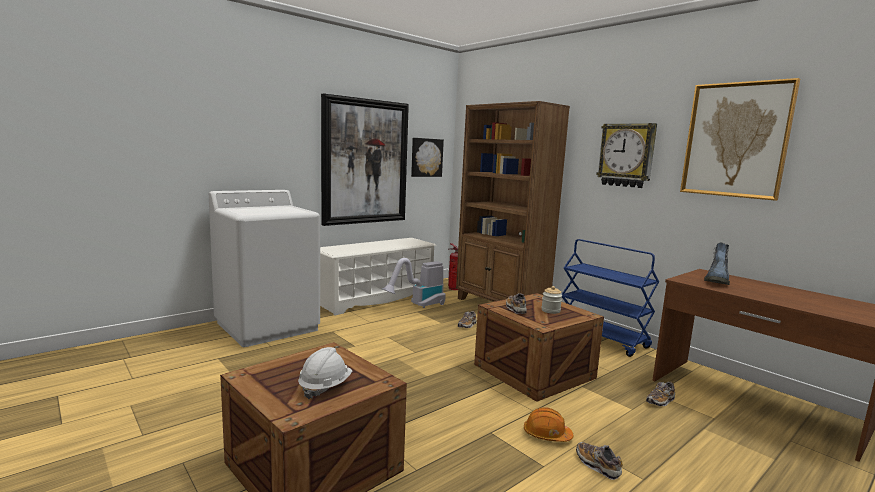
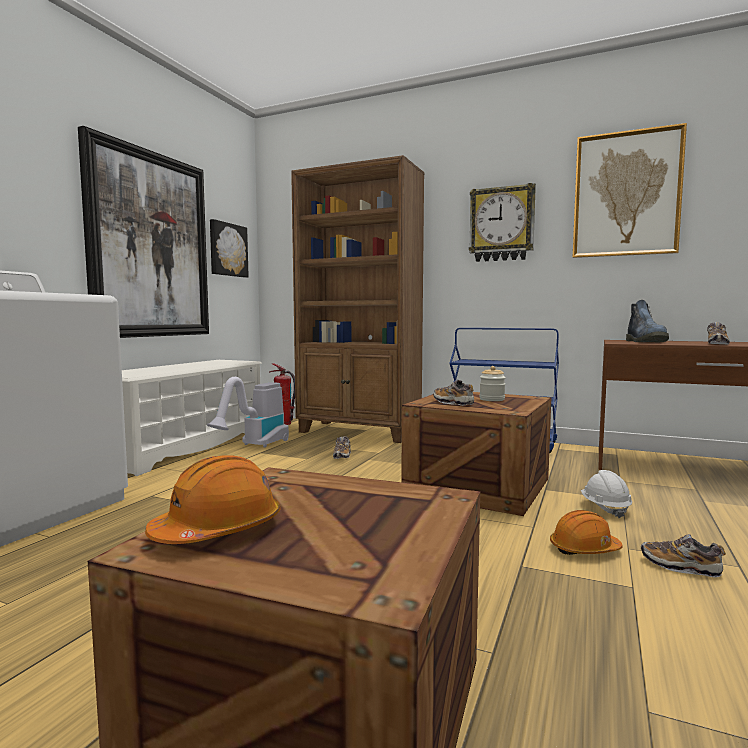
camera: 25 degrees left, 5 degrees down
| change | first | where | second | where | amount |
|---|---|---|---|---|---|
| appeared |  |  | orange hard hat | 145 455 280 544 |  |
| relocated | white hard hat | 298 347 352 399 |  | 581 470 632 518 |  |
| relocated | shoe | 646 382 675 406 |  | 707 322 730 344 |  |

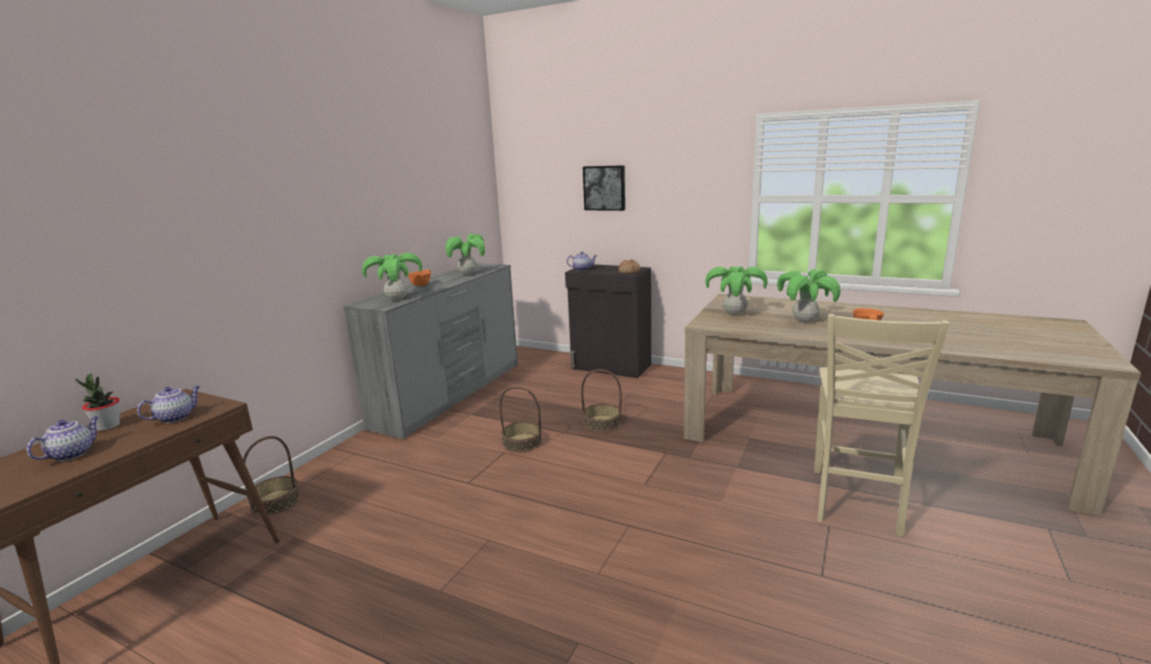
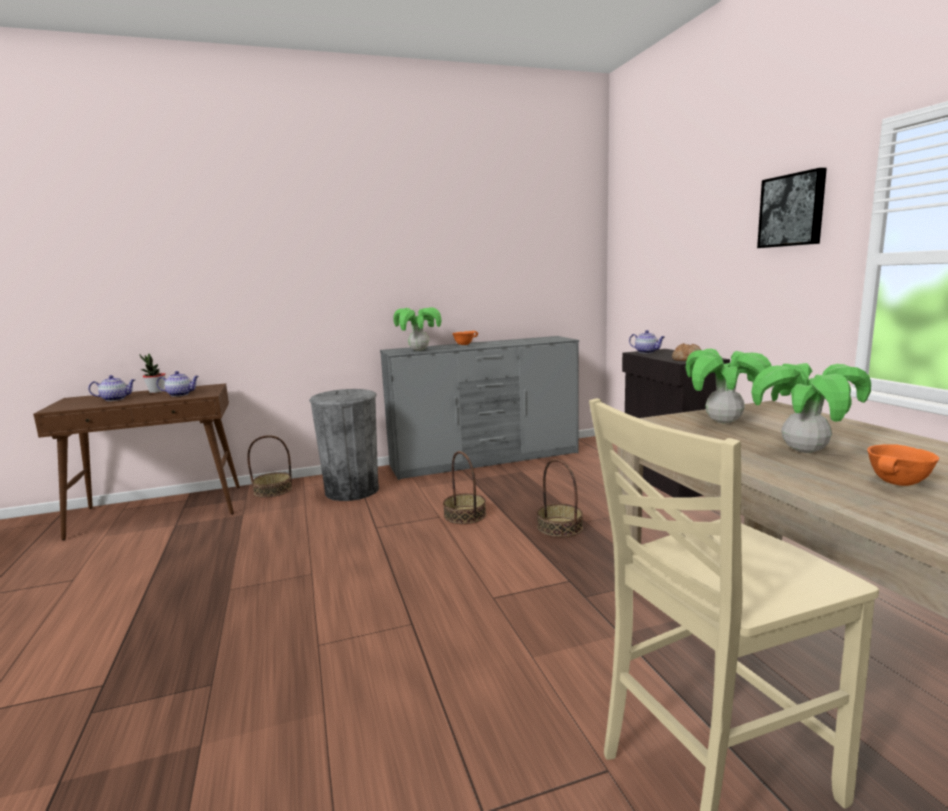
camera: 45 degrees right, 5 degrees down
| change | first | where | second | where | amount |
|---|---|---|---|---|---|
| missing | potted plant | 446 234 485 275 |  |  |  |
| appeared |  |  | grey trash can | 309 389 379 501 |  |
| relocated | picture | 583 165 625 211 |  | 757 168 827 248 |  |

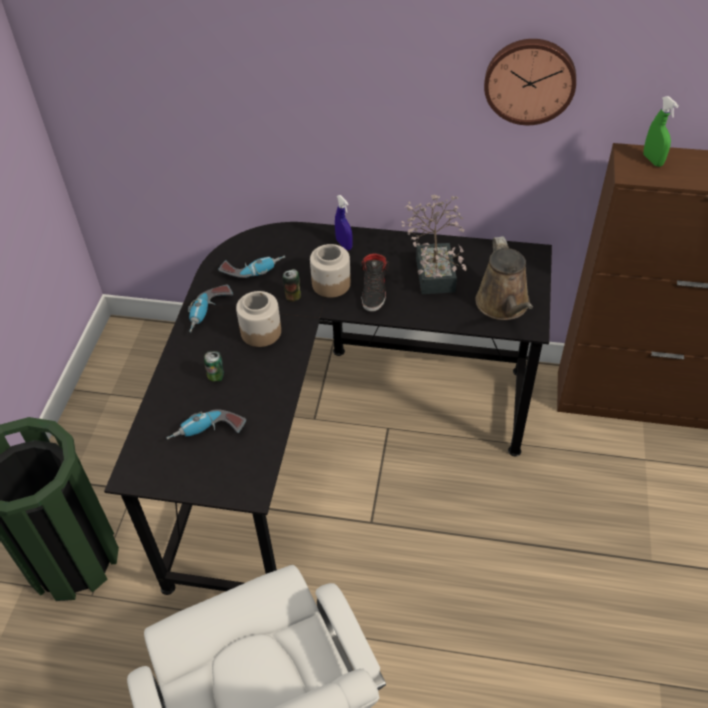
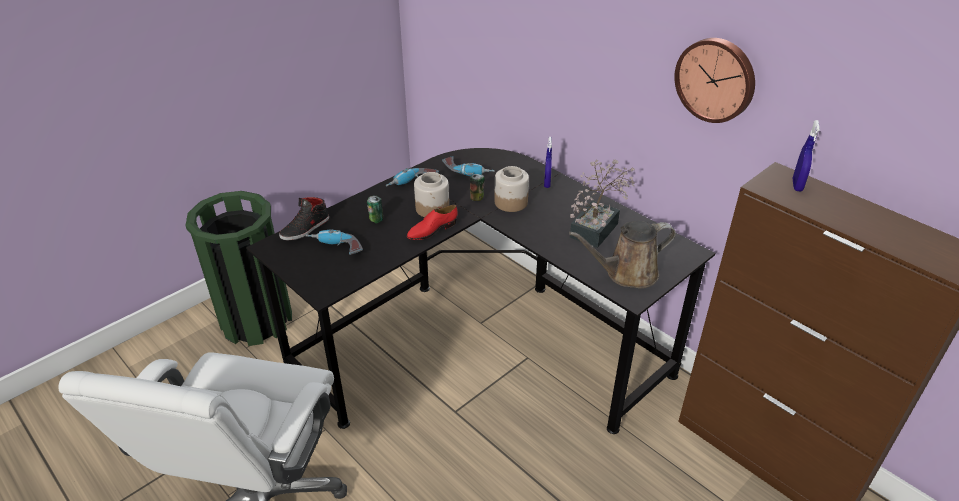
camera: 35 degrees right, 10 degrees down
| change | first | where | second | where | amount |
|---|---|---|---|---|---|
| appeared |  |  | red shoe | 407 205 458 240 |  |
| relocated | black shoe | 360 253 389 312 |  | 279 197 329 241 |  |
| colour | green spray bottle | 643 96 679 167 | blue spray bottle | 793 120 820 191 |  |
| spun | brown watering can | 475 236 533 320 |  | 569 221 676 288 | 45 degrees clockwise |

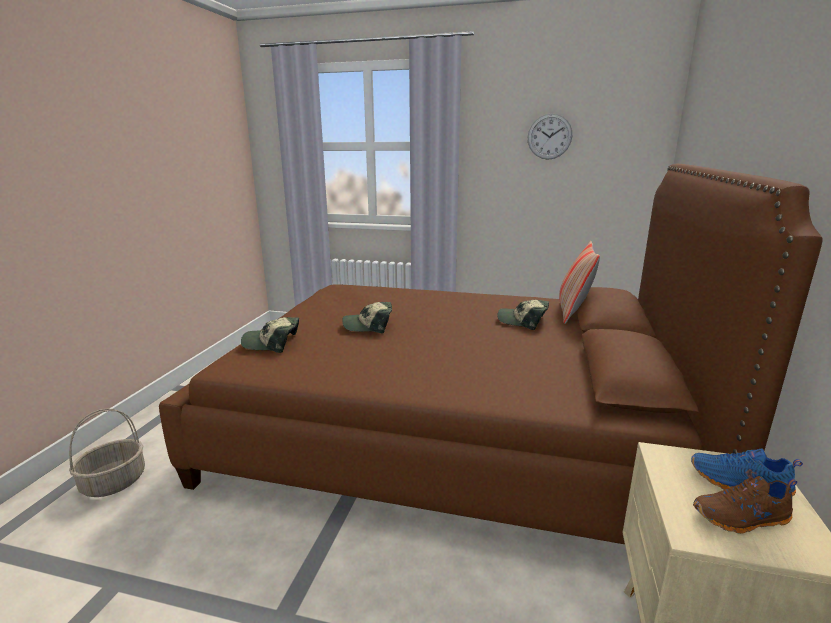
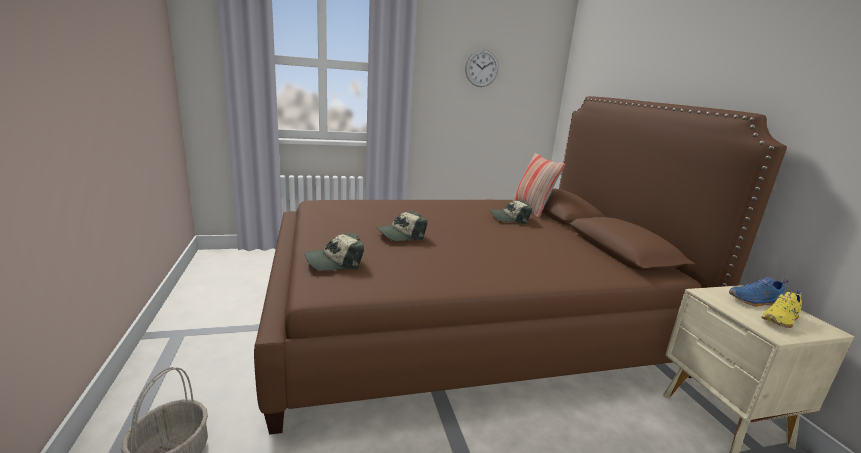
camera: 30 degrees left, 0 degrees up
| change | first | where | second | where | amount |
|---|---|---|---|---|---|
| colour | brown shoe | 693 476 797 534 | yellow shoe | 761 290 802 328 |  |

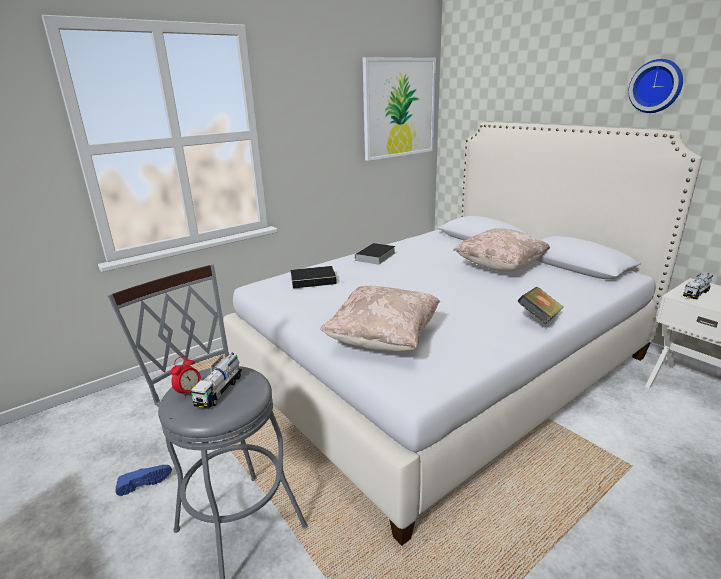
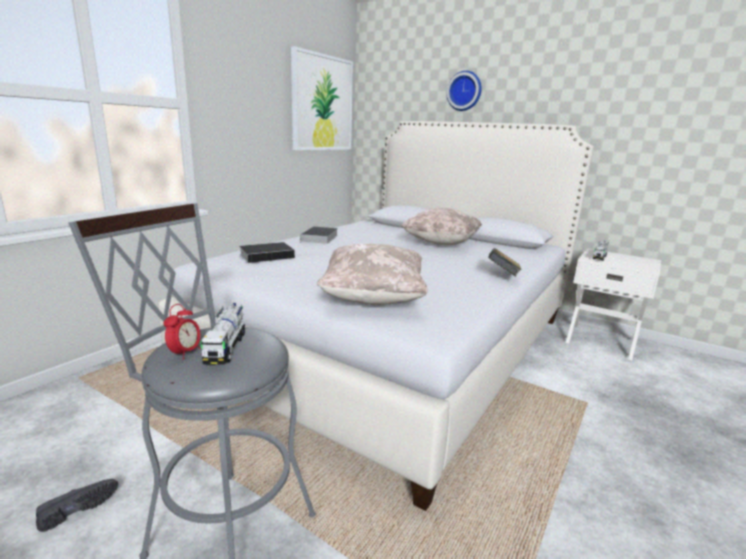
camera: 20 degrees left, 5 degrees down
| change | first | where | second | where | amount |
|---|---|---|---|---|---|
| relocated | wall clock | 628 59 683 113 |  | 446 71 482 111 |  |
| colour | blue shoe | 116 465 172 496 | black shoe | 36 479 118 532 |  |

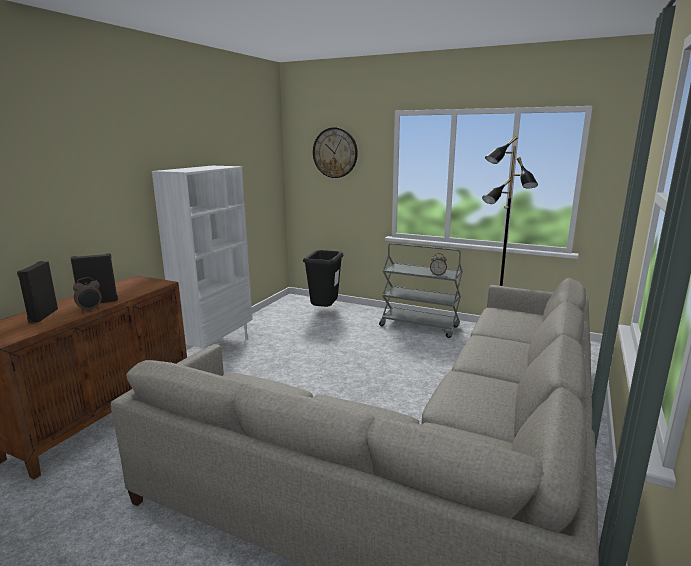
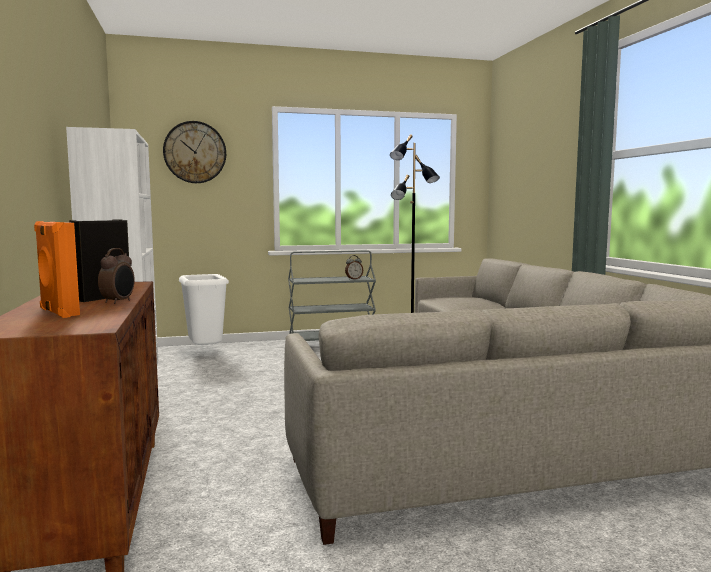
camera: 40 degrees left, 10 degrees down
| change | first | where | second | where | amount |
|---|---|---|---|---|---|
| colour | black speaker | 17 261 58 323 | orange speaker | 34 221 80 318 |  |
| colour | black trash can | 303 250 343 307 | white trash can | 179 274 229 345 |  |

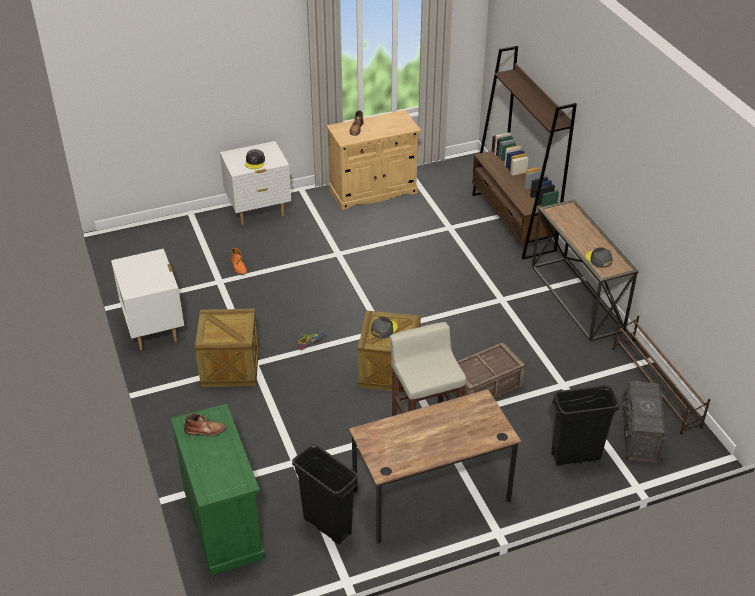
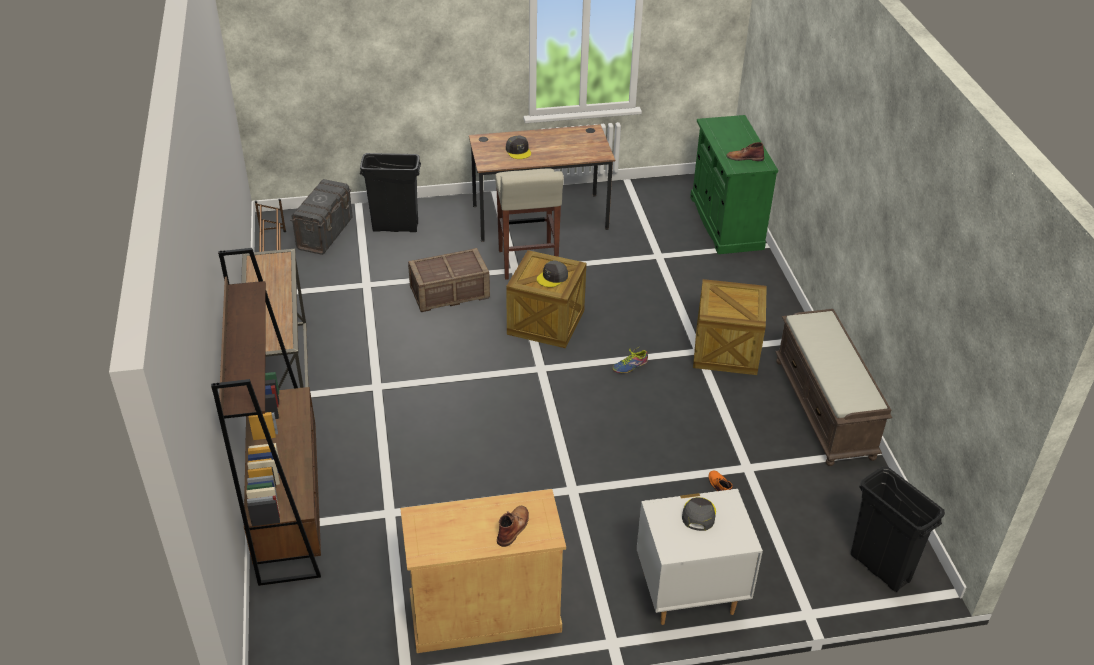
camera: 170 degrees left, 0 degrees up
| change | first | where | second | where | amount |
|---|---|---|---|---|---|
| relocated | black trash can | 292 444 358 544 |  | 850 467 945 592 |  |
| relocated | grey cap | 586 247 612 268 |  | 506 136 531 159 |  |
| exchanged | white nightstand | 111 249 184 350 | brown bench | 775 309 892 466 |  |

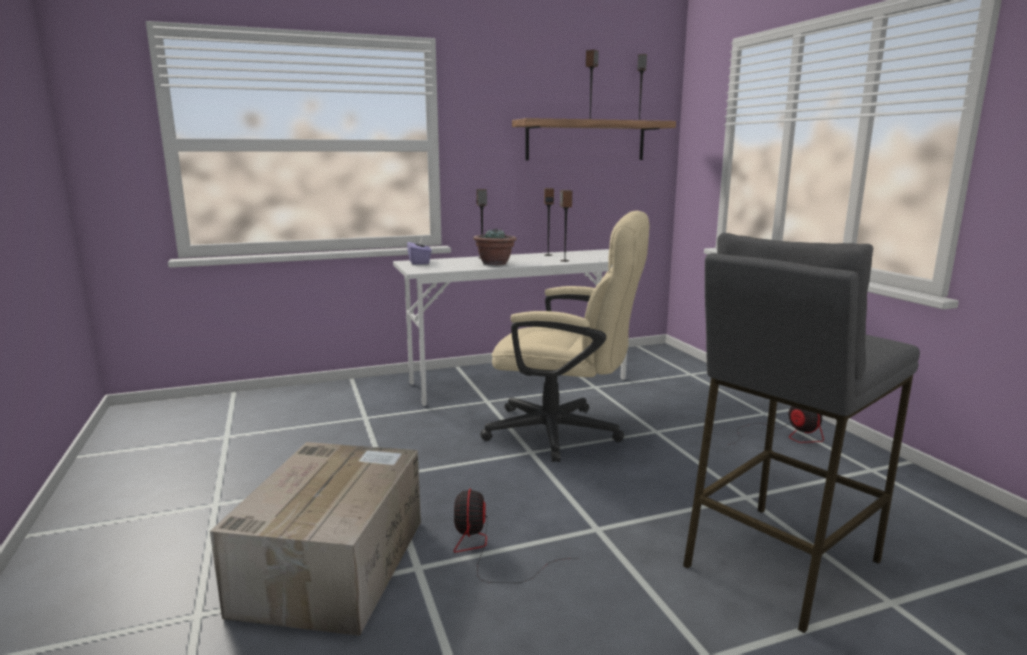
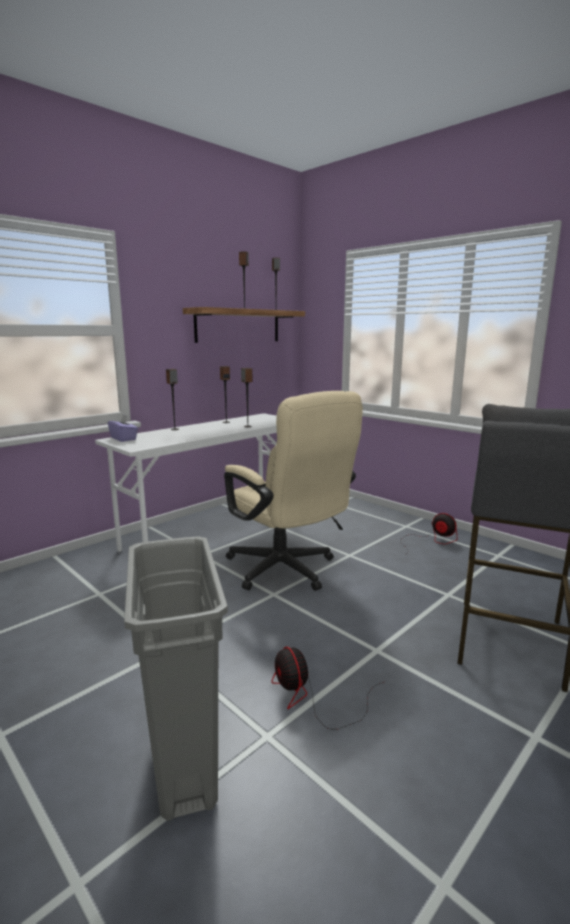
camera: 25 degrees left, 0 degrees up
| change | first | where | second | where | amount |
|---|---|---|---|---|---|
| missing | potted plant | 473 228 517 265 |  |  |  |
| exchanged | cardboard box | 210 442 421 636 | grey trash can | 124 536 228 821 |  |
| spun | beige office chair | 480 210 650 462 |  | 224 391 363 591 | 60 degrees clockwise |

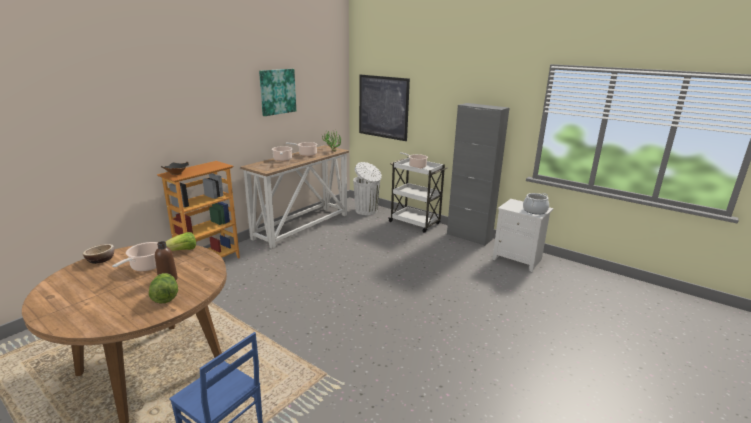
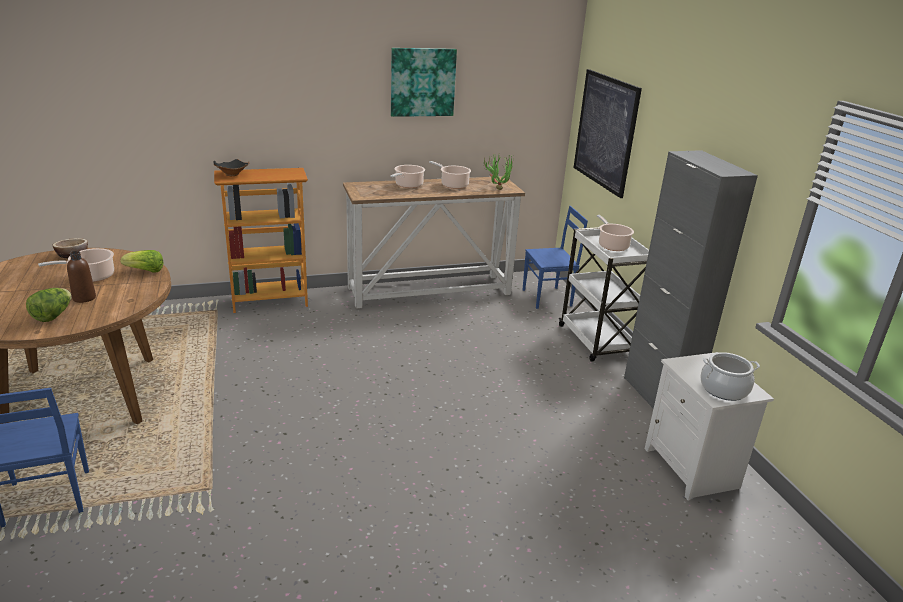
camera: 35 degrees right, 5 degrees up
| change | first | where | second | where | amount |
|---|---|---|---|---|---|
| exchanged | white trash can | 353 162 382 215 | blue chair | 523 206 588 309 |  |

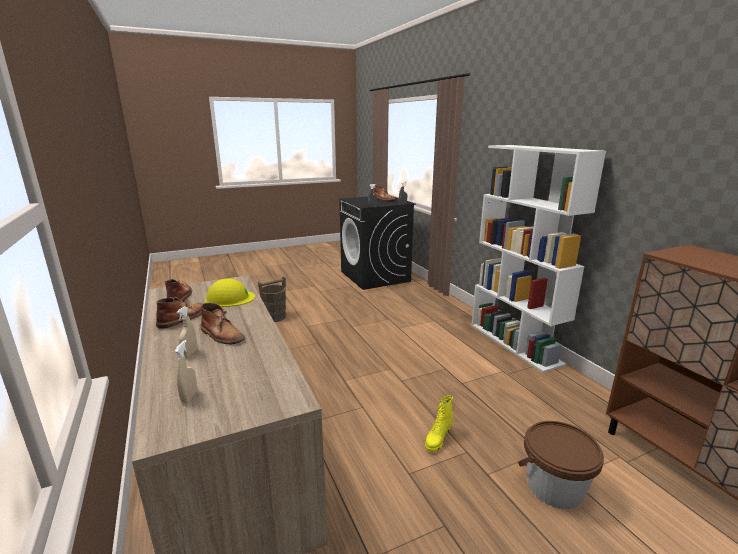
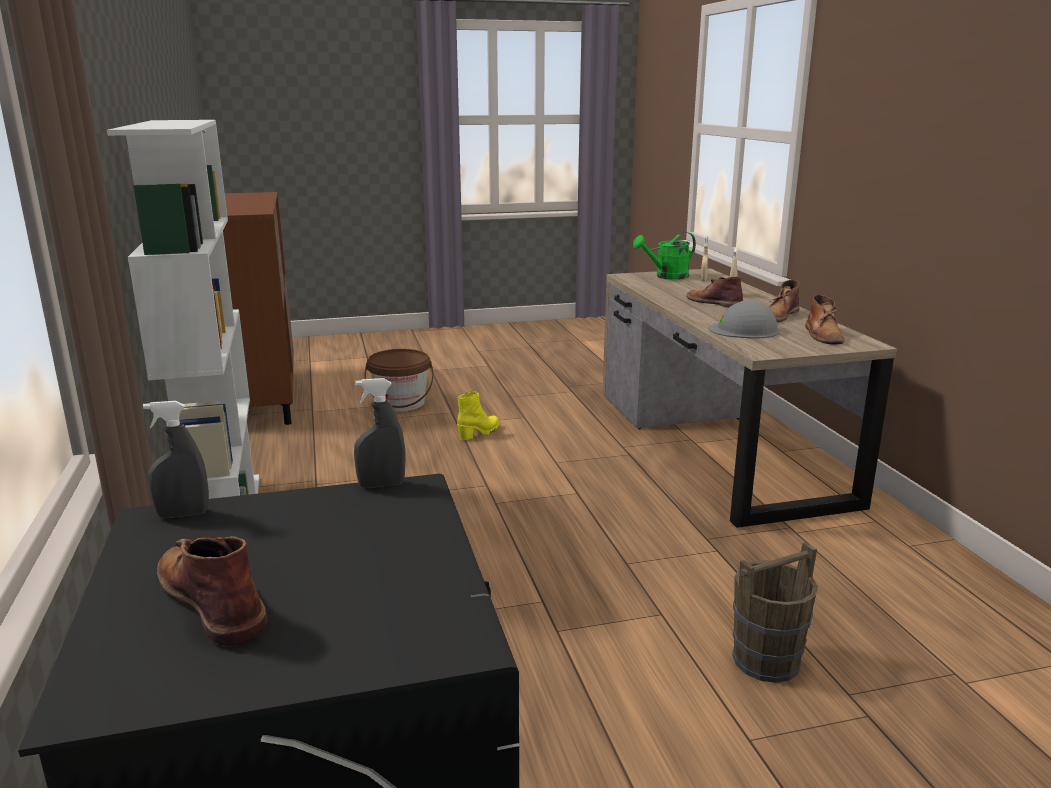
camera: 170 degrees left, 0 degrees up
| change | first | where | second | where | amount |
|---|---|---|---|---|---|
| appeared |  |  | green watering can | 633 232 696 280 |  |
| colour | yellow hard hat | 205 278 255 307 | grey hard hat | 709 300 780 338 |  |

